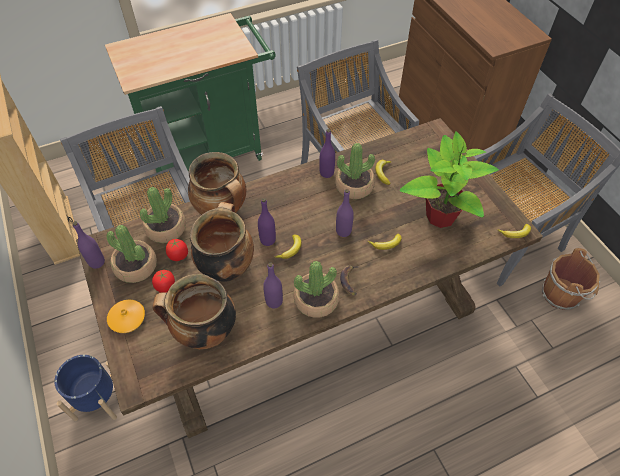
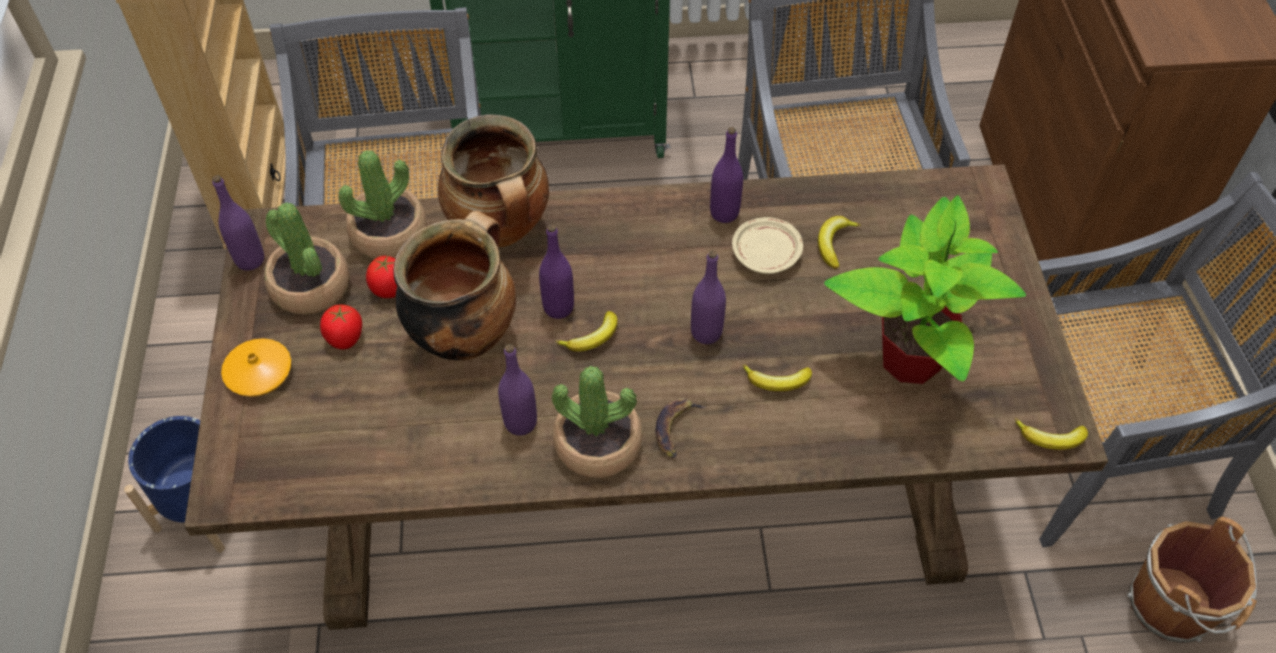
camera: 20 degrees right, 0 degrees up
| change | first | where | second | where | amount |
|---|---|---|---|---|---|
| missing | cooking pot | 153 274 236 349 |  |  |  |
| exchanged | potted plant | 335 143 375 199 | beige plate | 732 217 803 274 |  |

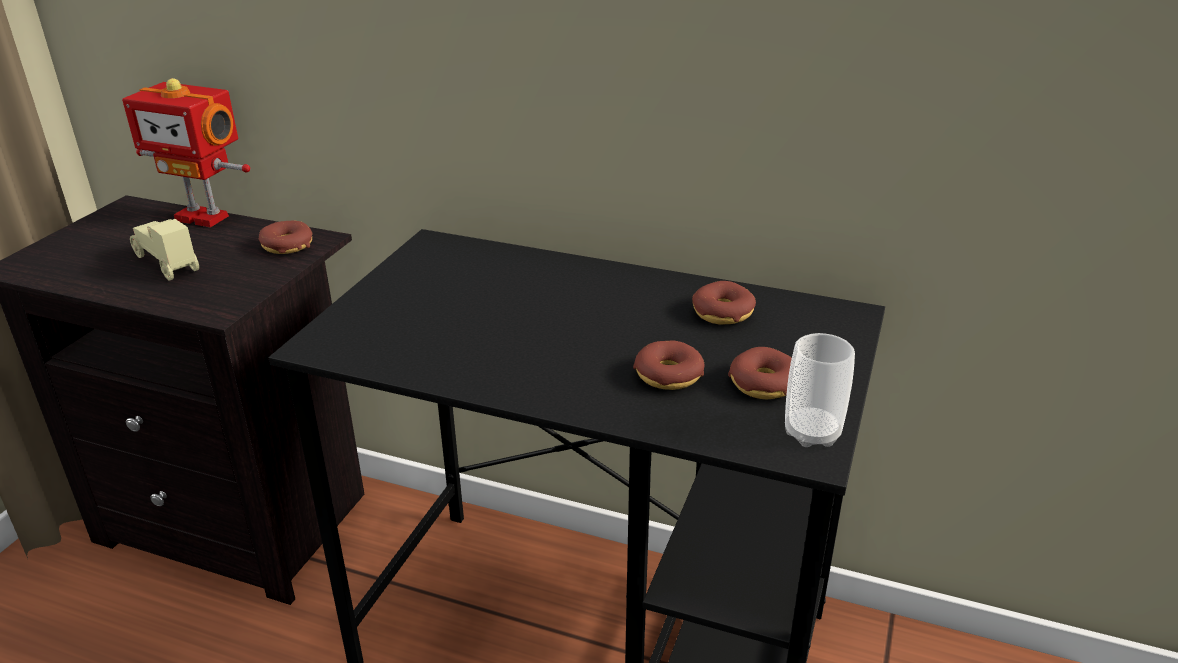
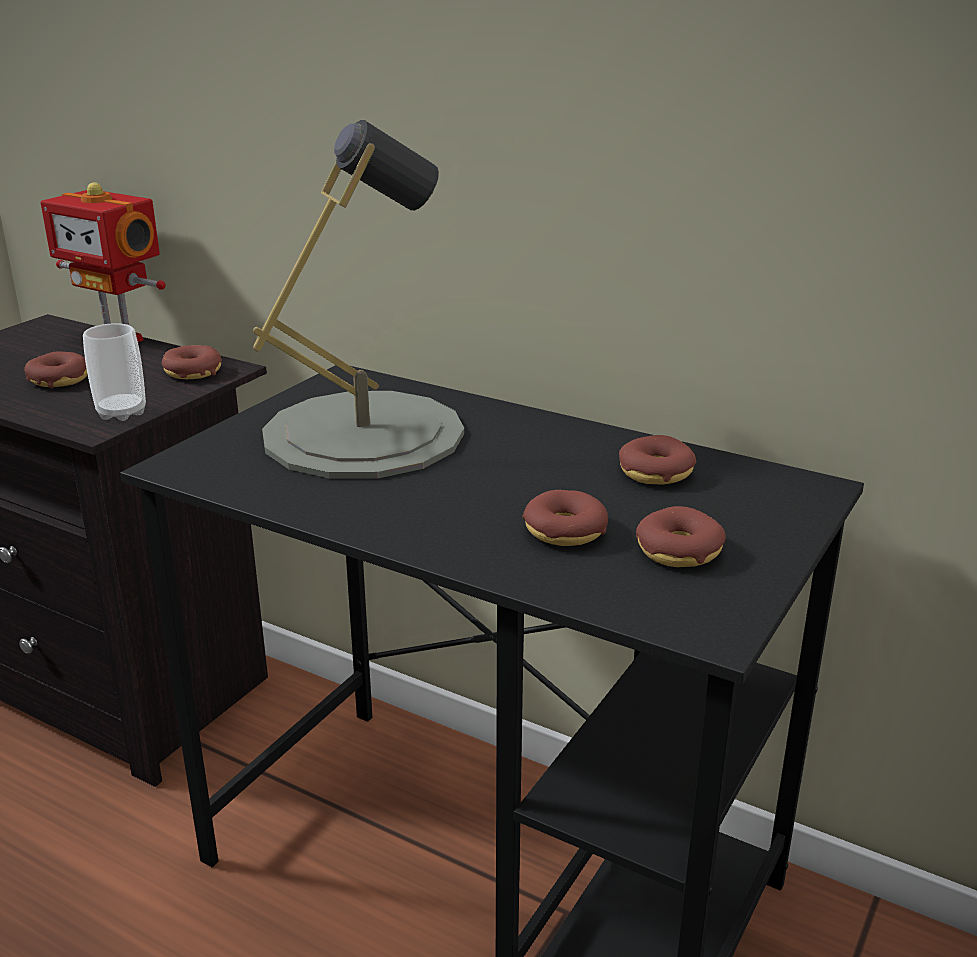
camera: 10 degrees right, 5 degrees down
| change | first | where | second | where | amount |
|---|---|---|---|---|---|
| appeared |  |  | grey table lamp | 253 120 464 479 |  |
| relocated | cup | 785 333 855 447 |  | 83 323 146 421 |  |
| exchanged | beige toy car | 130 219 199 281 | donut | 24 351 87 388 |  |

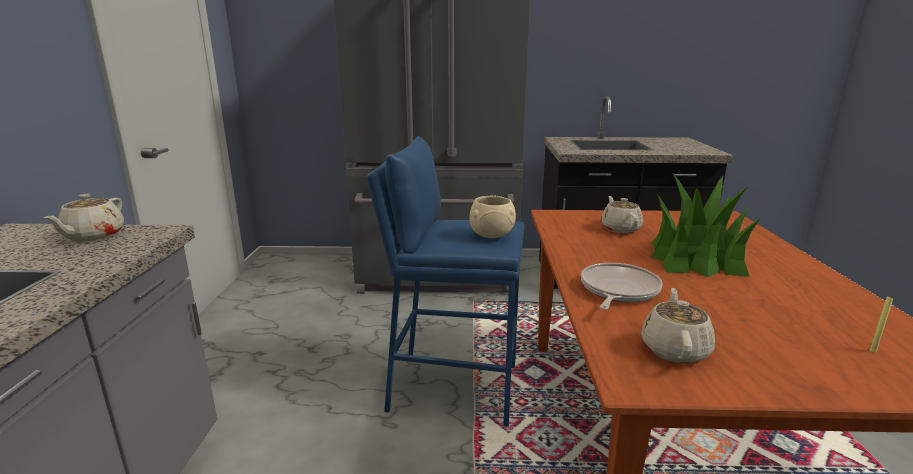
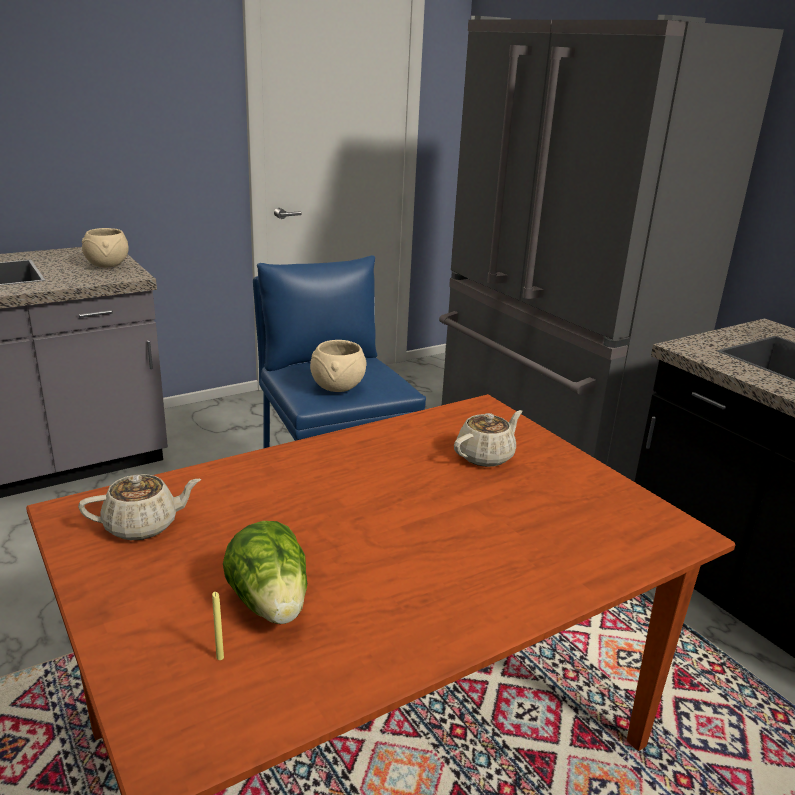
camera: 55 degrees right, 5 degrees up
| change | first | where | second | where | amount |
|---|---|---|---|---|---|
| missing | frying pan | 581 263 663 310 |  |  |  |
| missing | potted plant | 651 174 761 277 |  |  |  |
| appeared |  |  | lettuce | 223 521 307 624 |  |
| exchanged | beige teapot | 43 194 124 242 | beige bowl | 82 228 129 268 |  |

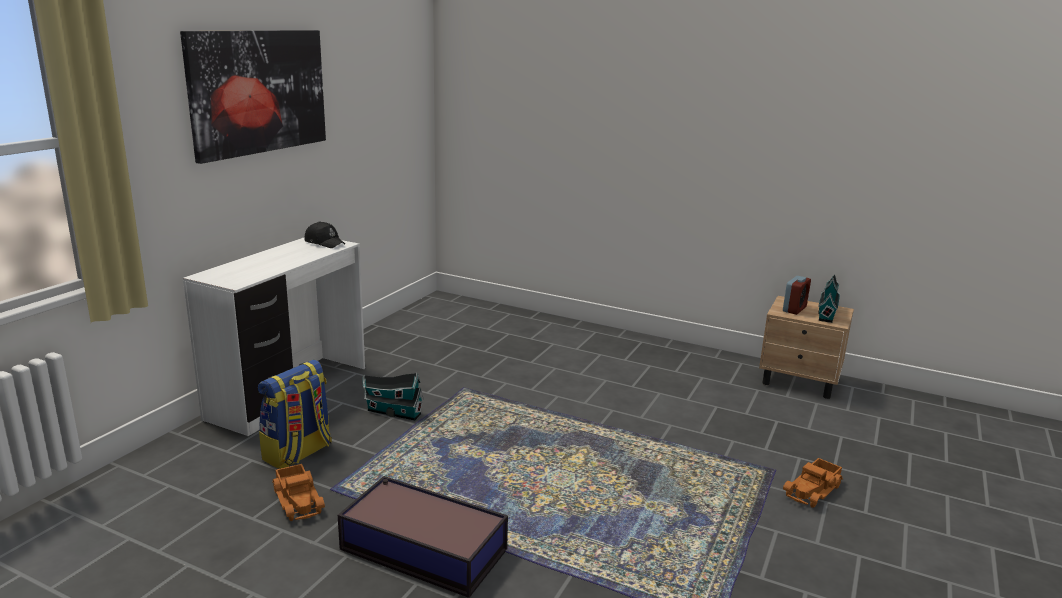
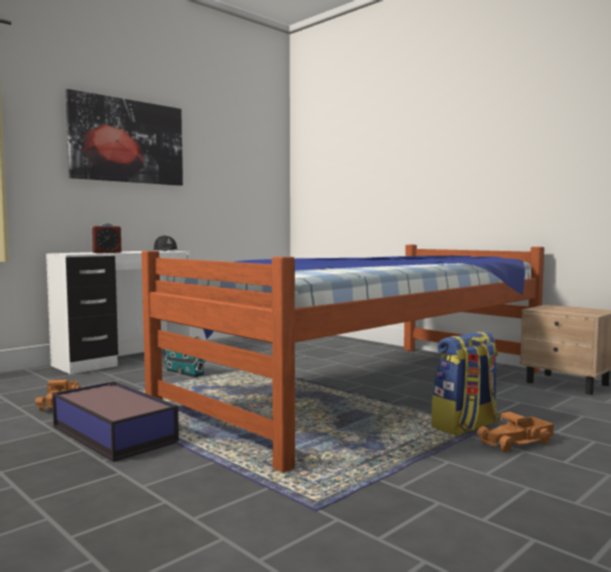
camera: 20 degrees right, 15 degrees down
| change | first | where | second | where | amount |
|---|---|---|---|---|---|
| missing | toy house | 818 274 840 323 |  |  |  |
| appeared |  |  | bed | 142 245 544 472 |  |
| relocated | backpack | 258 359 332 469 |  | 431 331 499 436 |  |
| relocated | alarm clock | 783 276 811 315 |  | 91 223 122 253 |  |

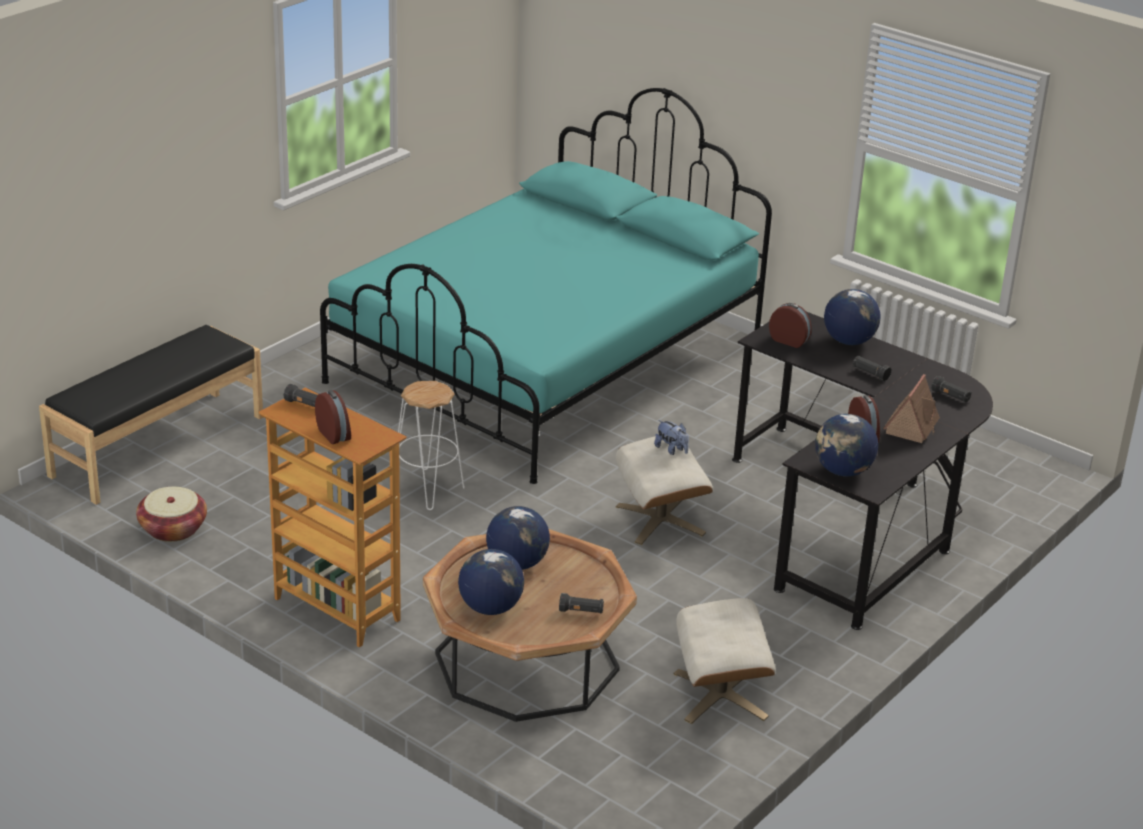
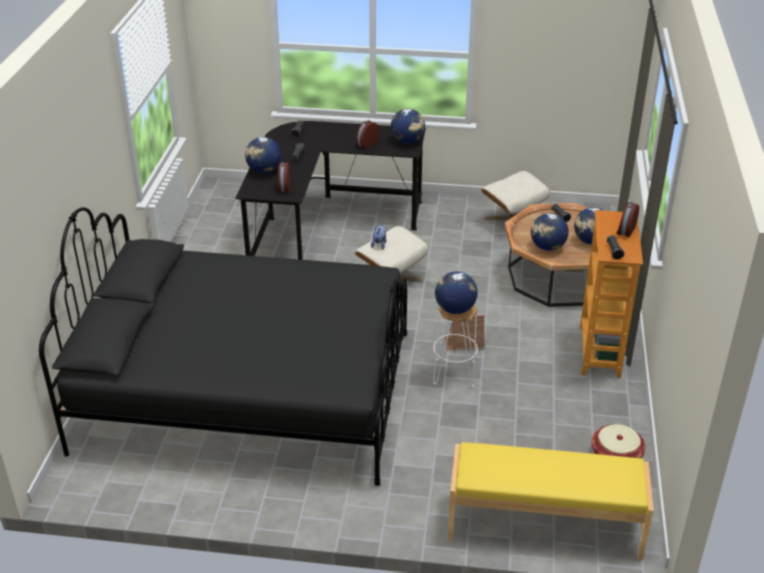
camera: 120 degrees left, 5 degrees up
| change | first | where | second | where | amount |
|---|---|---|---|---|---|
| appeared |  |  | globe | 435 272 477 314 |  |
| relocated | toy house | 883 374 940 443 |  | 444 315 485 350 |  |
| colour | black bench | 39 325 263 505 | yellow bench | 448 442 654 560 |  |
| colour | turquoise bed | 320 88 772 484 | black bed | 39 207 407 486 |  |

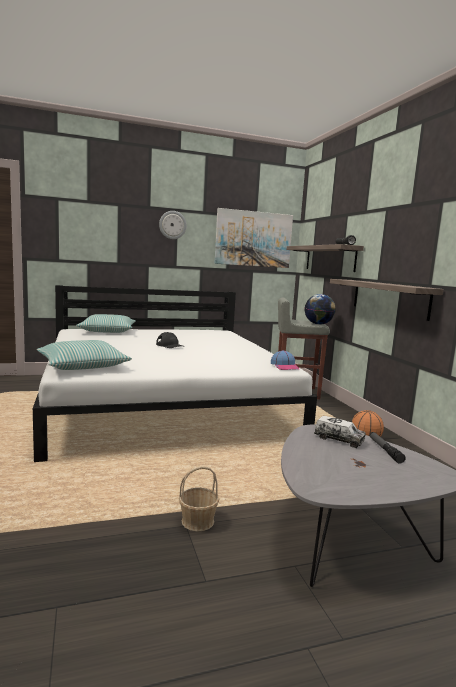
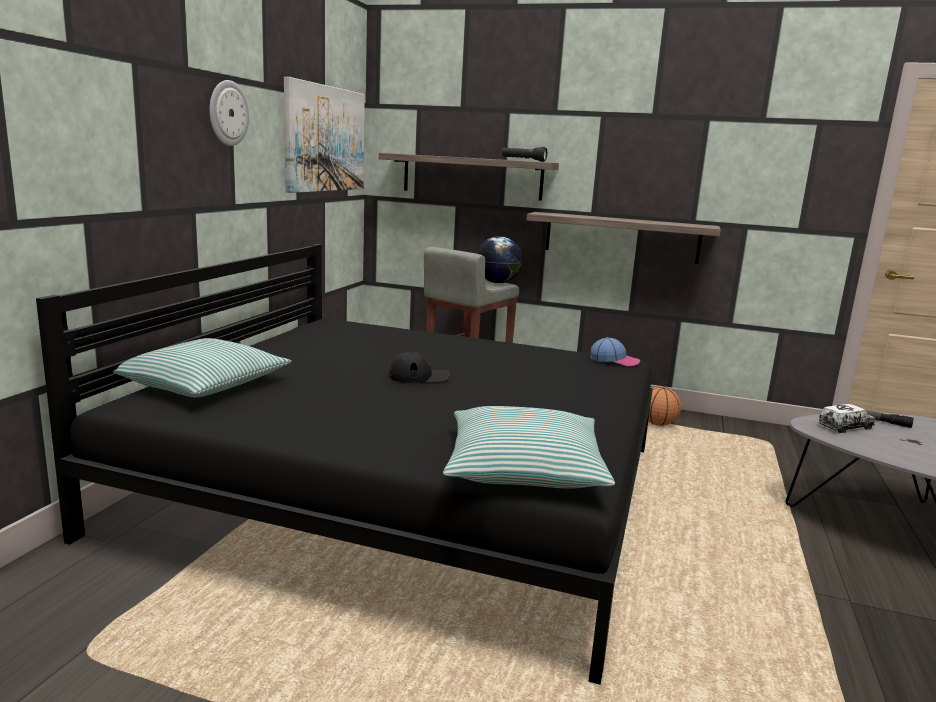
camera: 55 degrees left, 5 degrees up
| change | first | where | second | where | amount |
|---|---|---|---|---|---|
| missing | basket | 179 466 220 531 |  |  |  |
| colour | white bed | 33 285 317 462 | black bed | 36 244 653 685 |  |

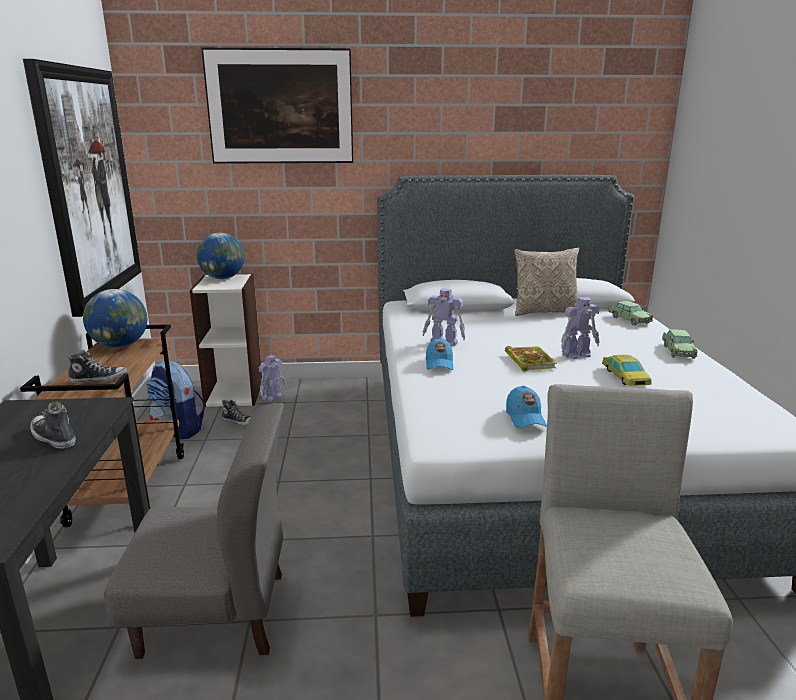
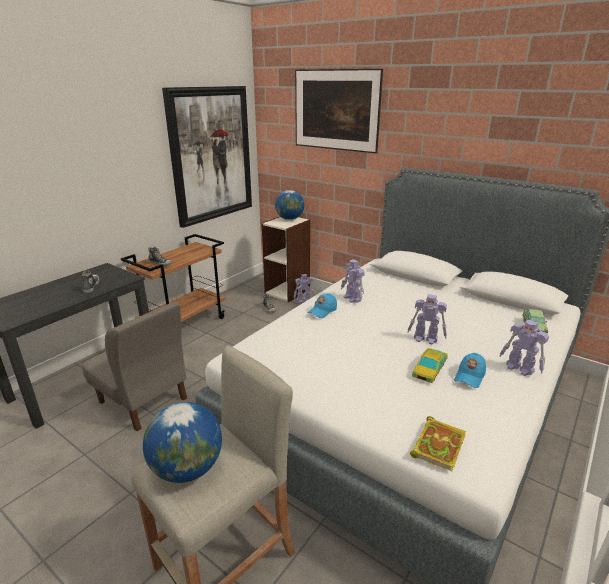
camera: 40 degrees right, 5 degrees up
| change | first | where | second | where | amount |
|---|---|---|---|---|---|
| missing | backpack | 146 361 205 440 |  |  |  |
| missing | pillow | 514 247 580 316 |  |  |  |
| relocated | globe | 83 289 147 348 |  | 143 402 222 483 |  |
| relocated | book | 505 346 557 372 |  | 410 416 466 472 |  |
| relocated | blue cap | 506 386 547 428 |  | 454 353 486 388 |  |
| exchanged | toy car | 662 330 698 359 | toy robot | 499 319 549 376 |  |

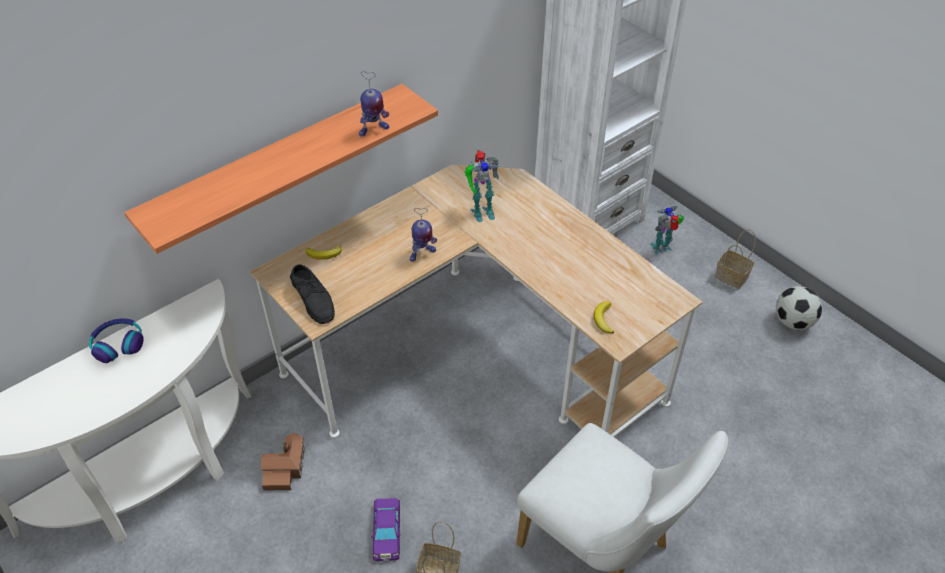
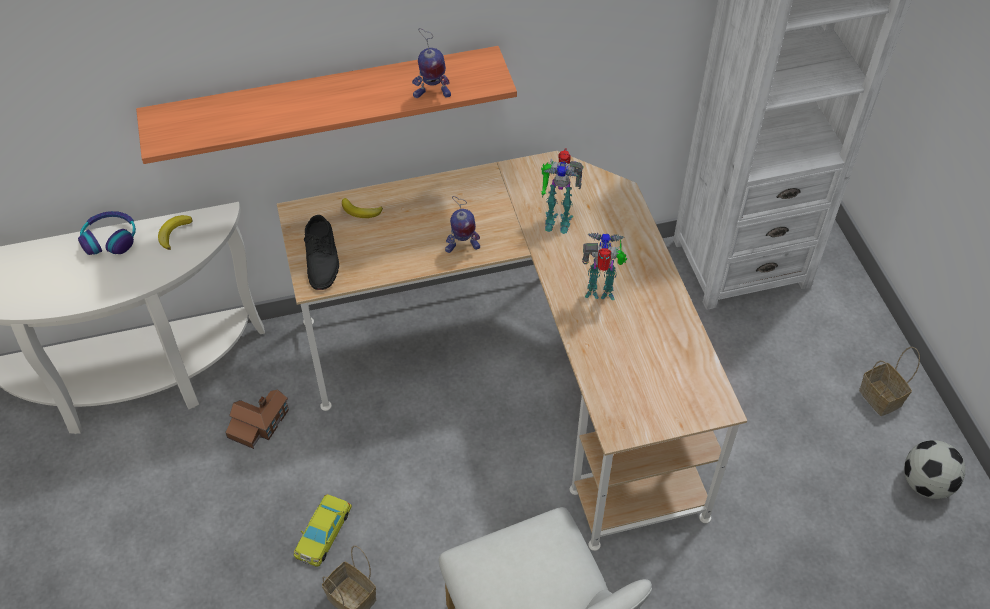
camera: 25 degrees right, 5 degrees up
| change | first | where | second | where | amount |
|---|---|---|---|---|---|
| relocated | banana | 594 301 614 334 |  | 158 215 193 250 |  |
| relocated | toy robot | 650 206 684 255 |  | 582 232 628 300 |  |
| colour | purple toy car | 371 498 400 562 | yellow toy car | 294 494 352 567 |  |

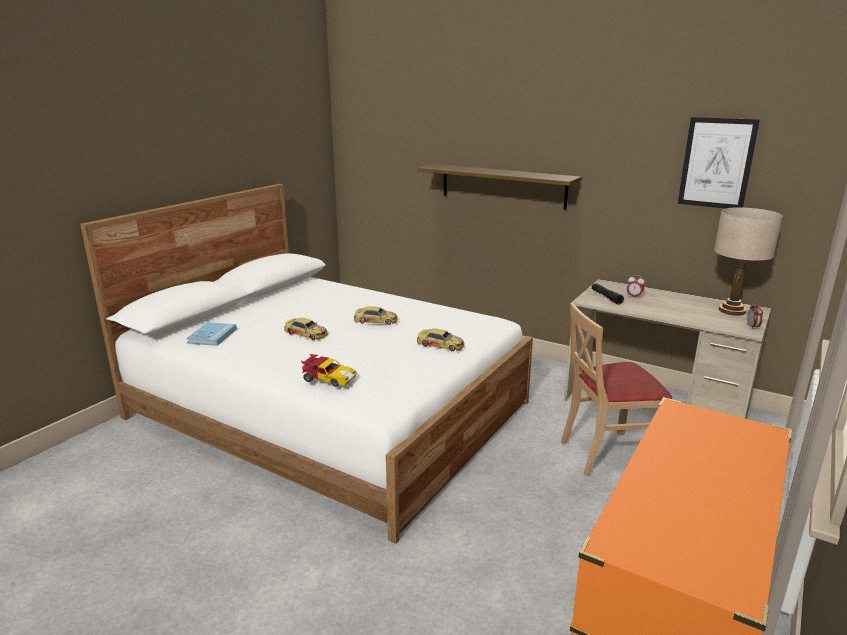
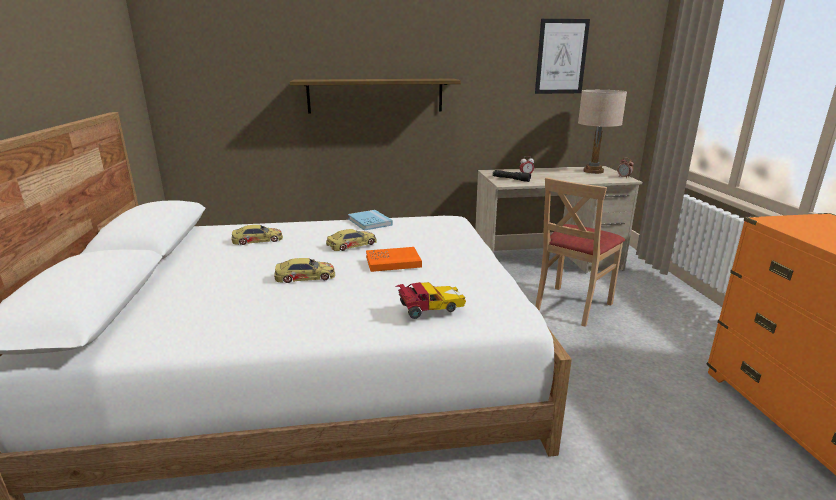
camera: 40 degrees left, 0 degrees up
| change | first | where | second | where | amount |
|---|---|---|---|---|---|
| appeared |  |  | orange book | 366 247 422 272 |  |
| relocated | blue book | 187 322 237 346 |  | 348 210 393 231 |  |
| relocated | toy car | 417 328 465 351 |  | 231 225 283 245 |  |

